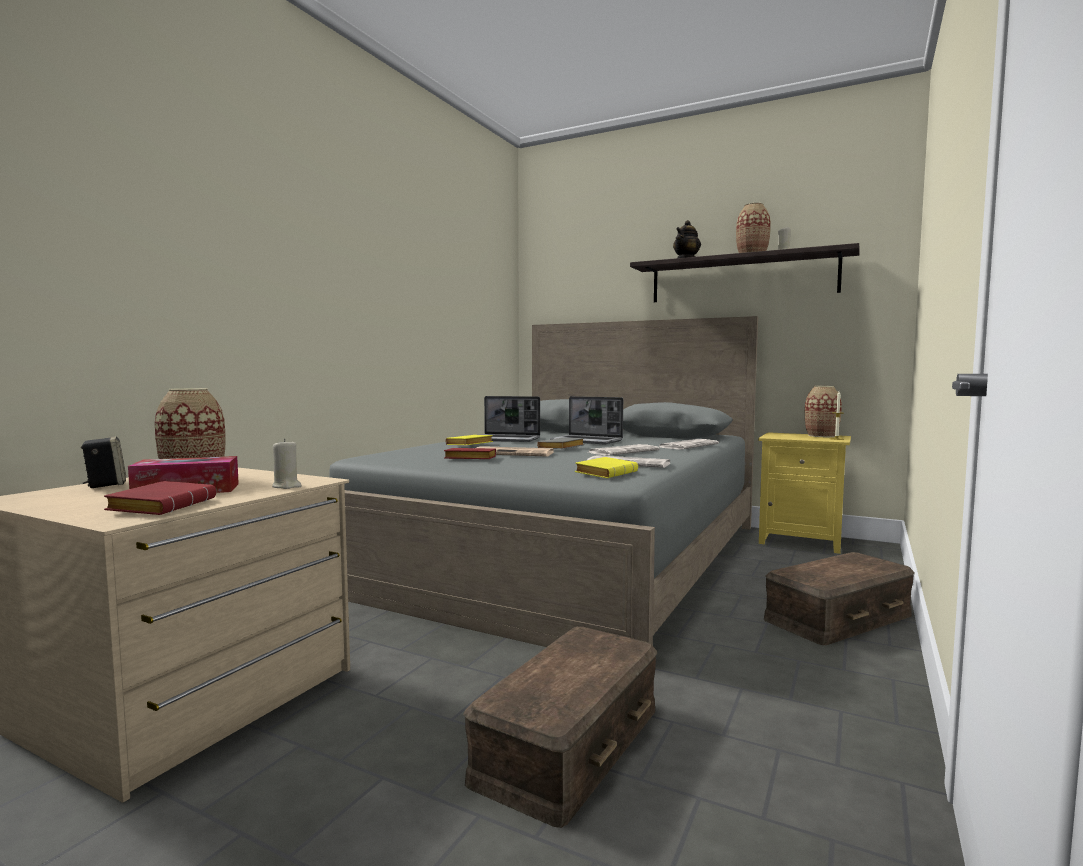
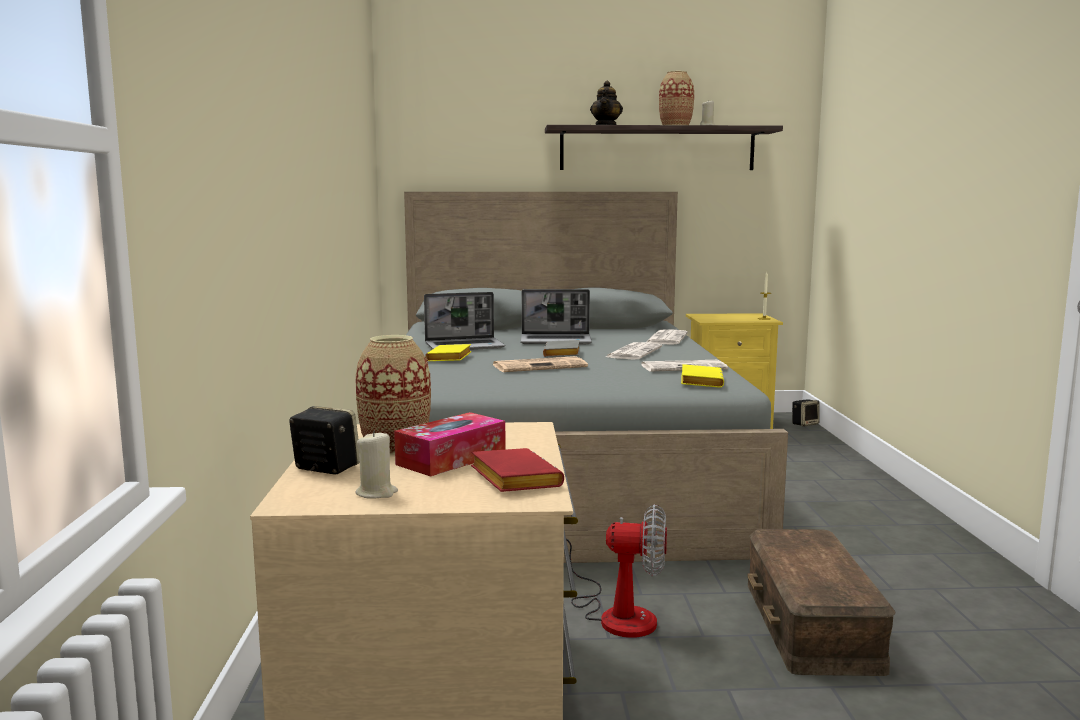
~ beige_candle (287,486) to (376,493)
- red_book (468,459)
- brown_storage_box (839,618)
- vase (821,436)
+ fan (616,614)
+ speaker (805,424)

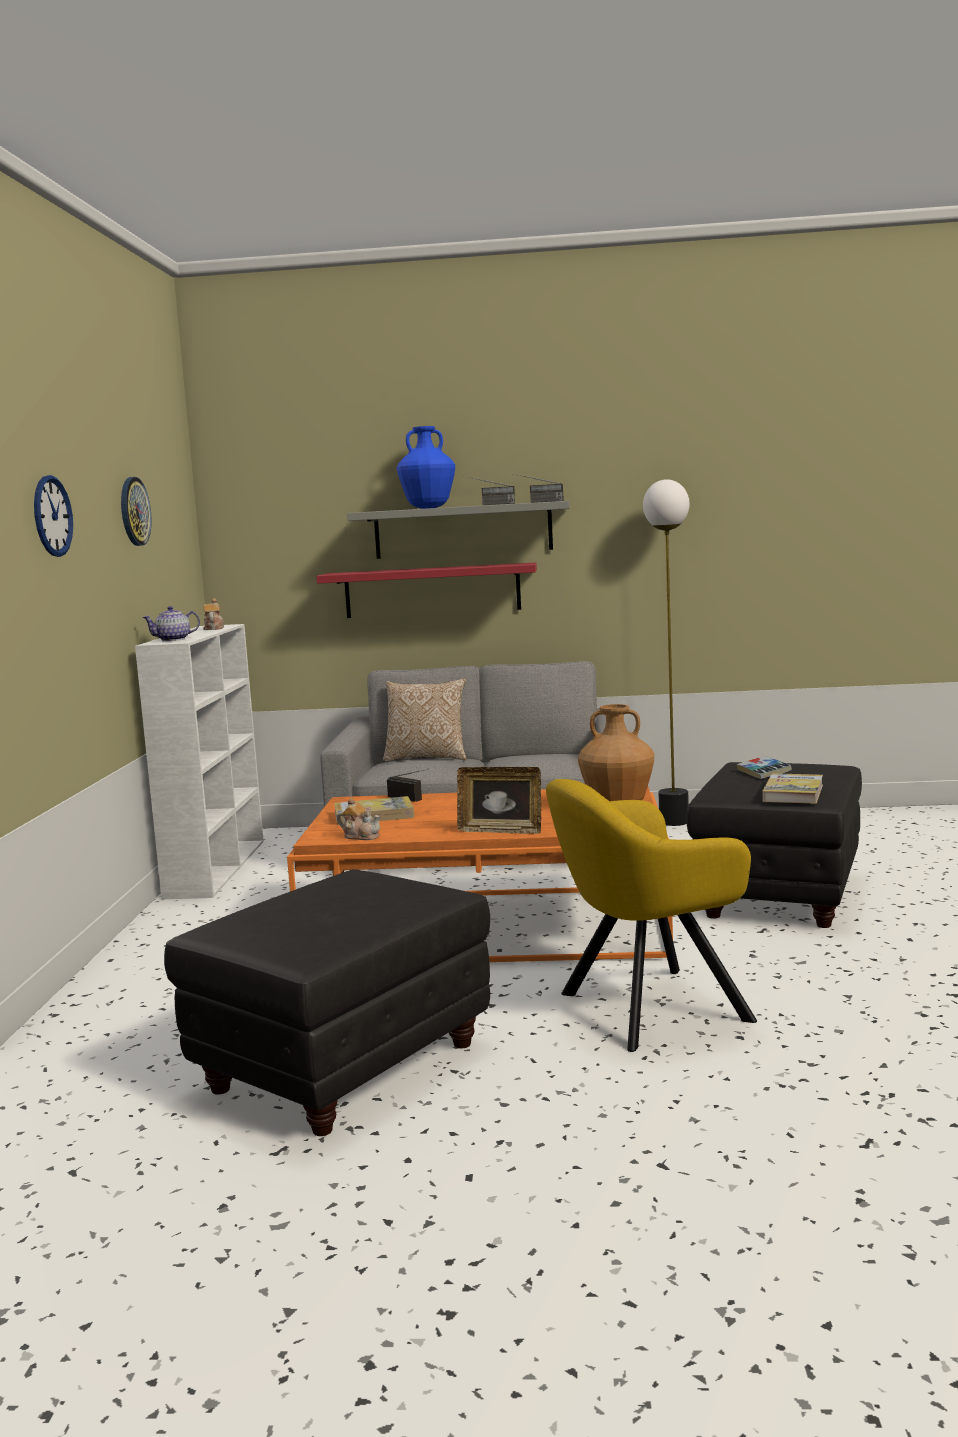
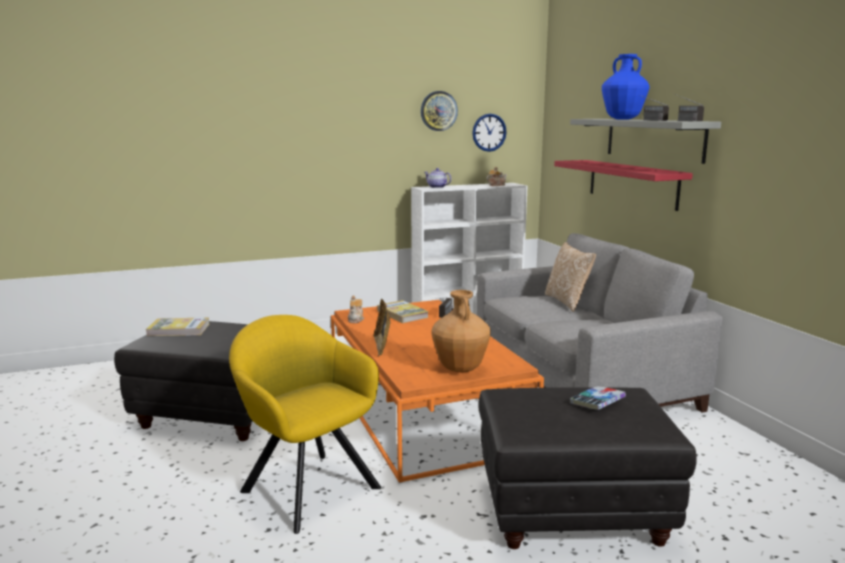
~ wall_clock (52,516) to (489,132)
- floor_lamp (674,821)
~ book (793,793) to (178,330)

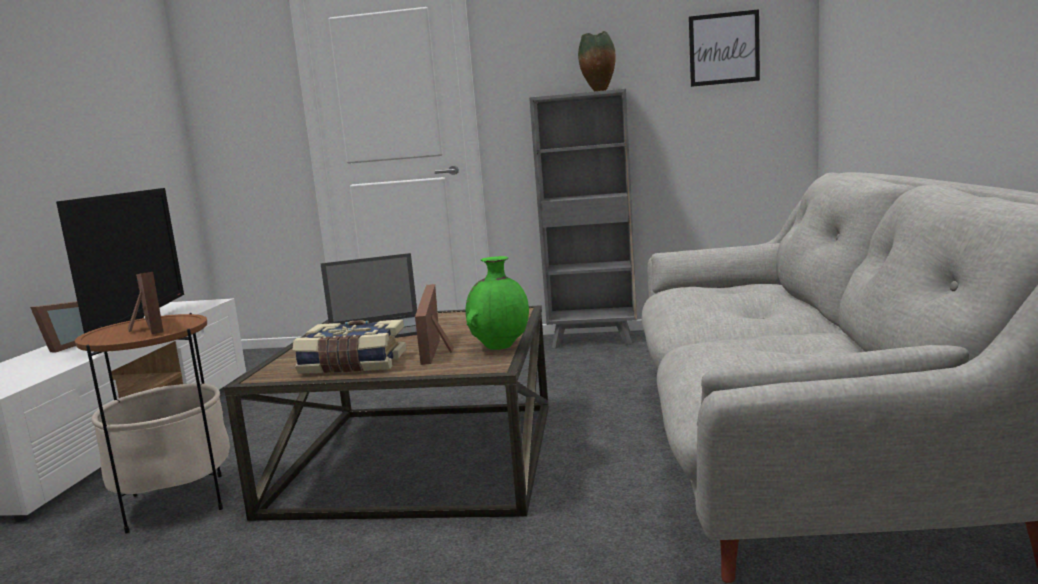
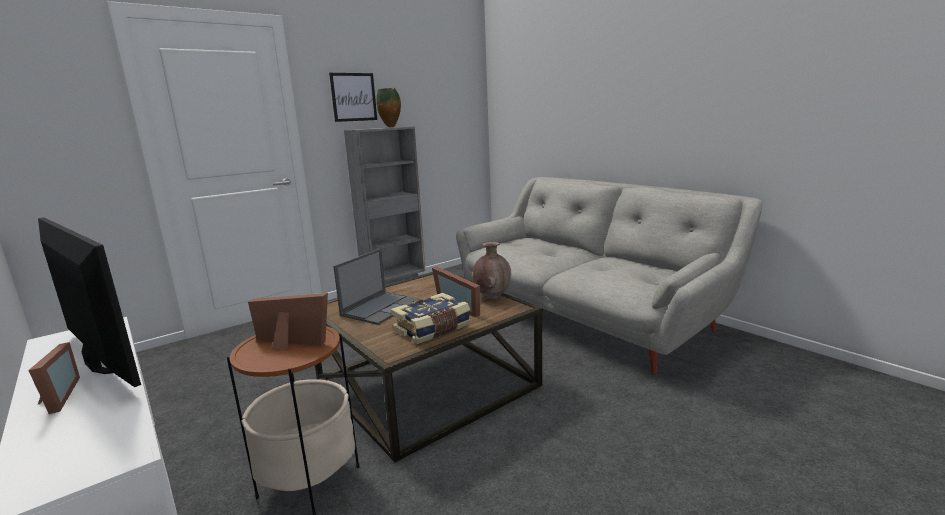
~ green_vase (500,347) to brown_vase (492,296)
~ picture (724,48) to (353,97)

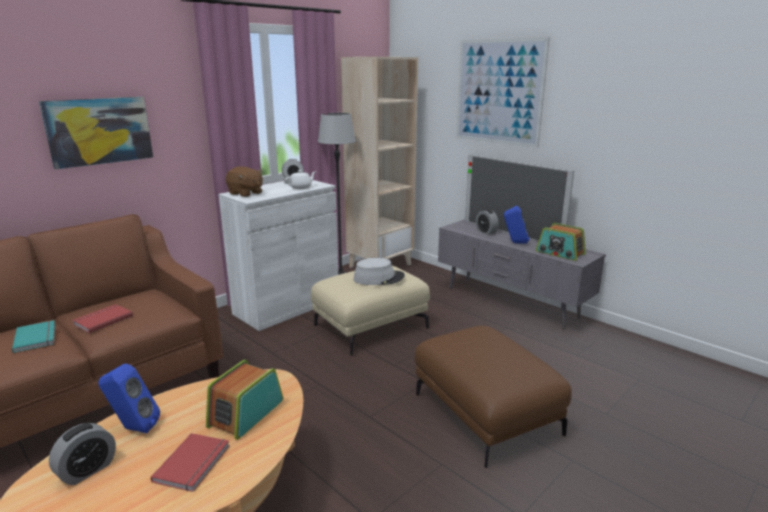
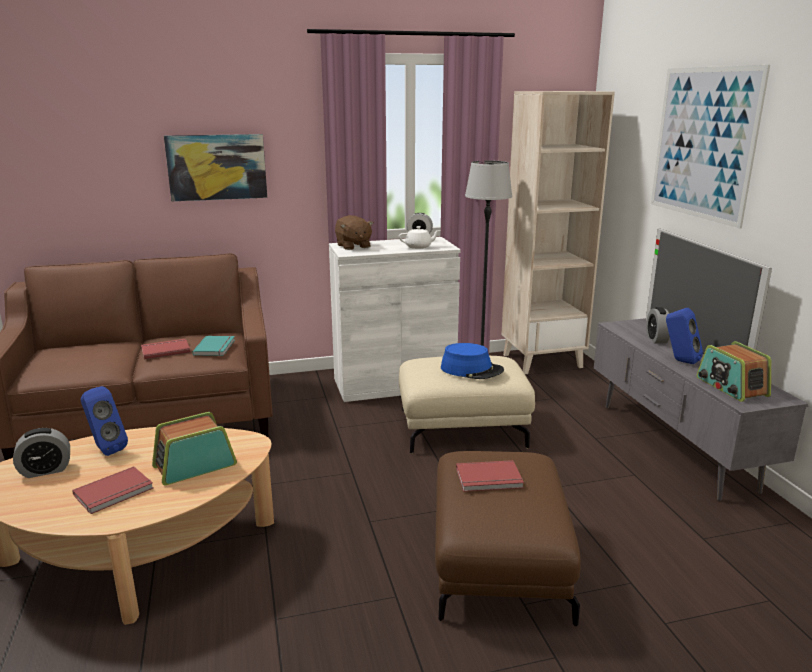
~ turquoise_book (37,337) to (216,347)
~ grey_hat (379,278) to blue_hat (472,369)
+ red_book (489,479)

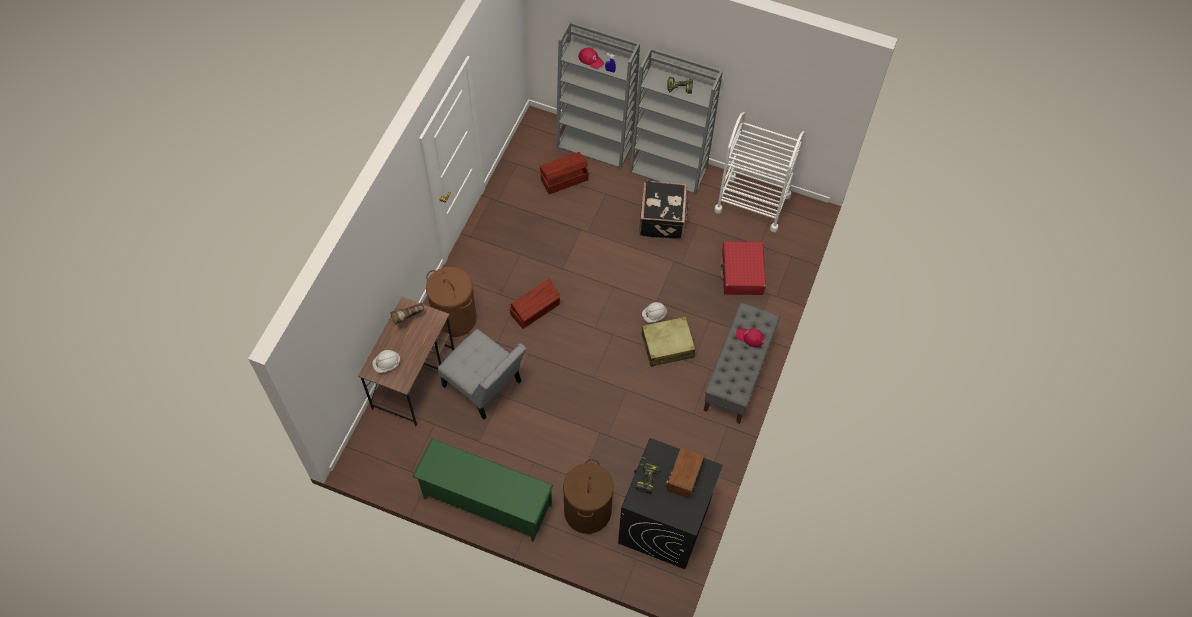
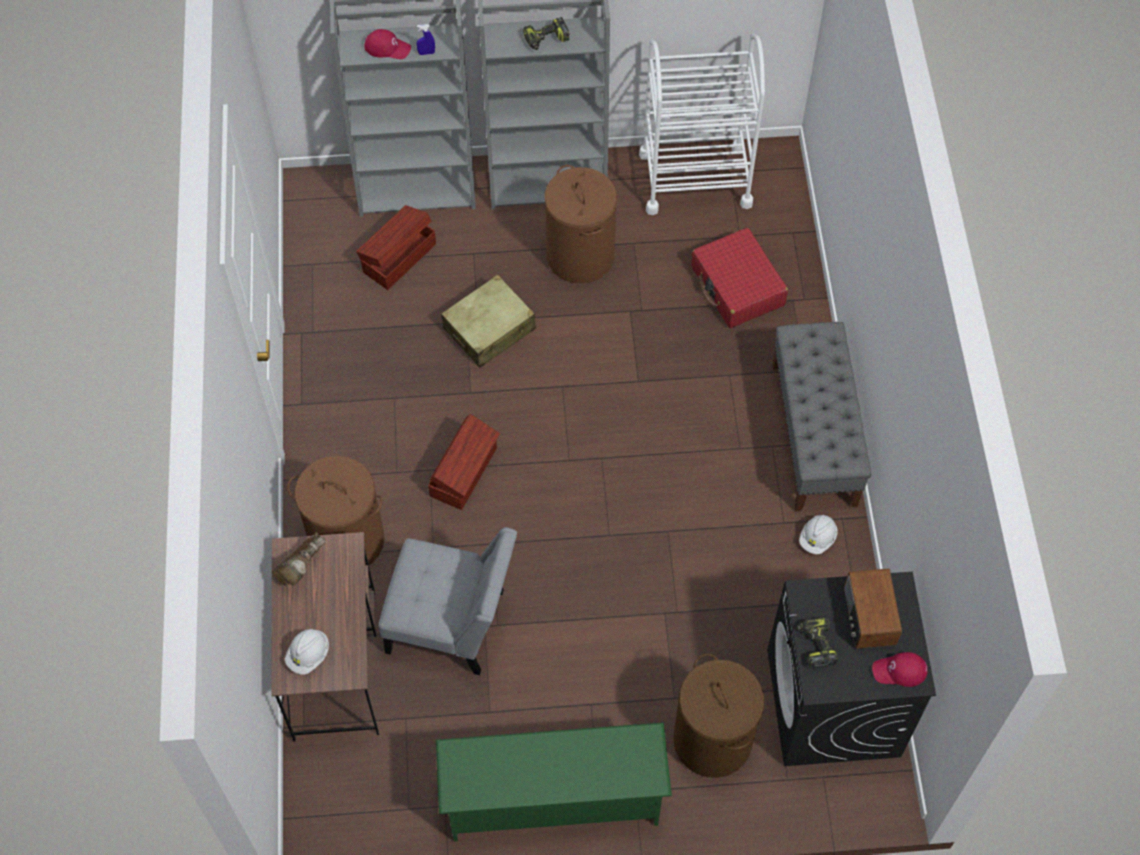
~ black_suitcase (663,219) to brown_laundry_basket (580,256)
~ beige_suitcase (668,346) to (489,329)
~ white_hard_hat (654,315) to (817,538)
~ red_cap (750,337) to (899,671)

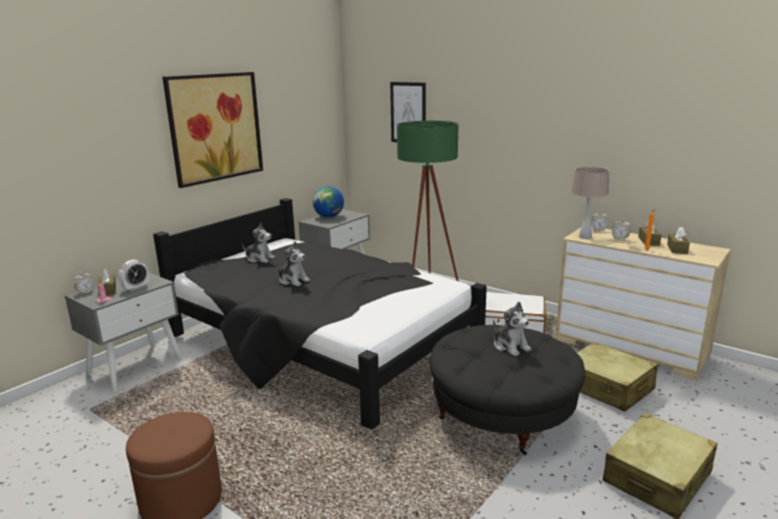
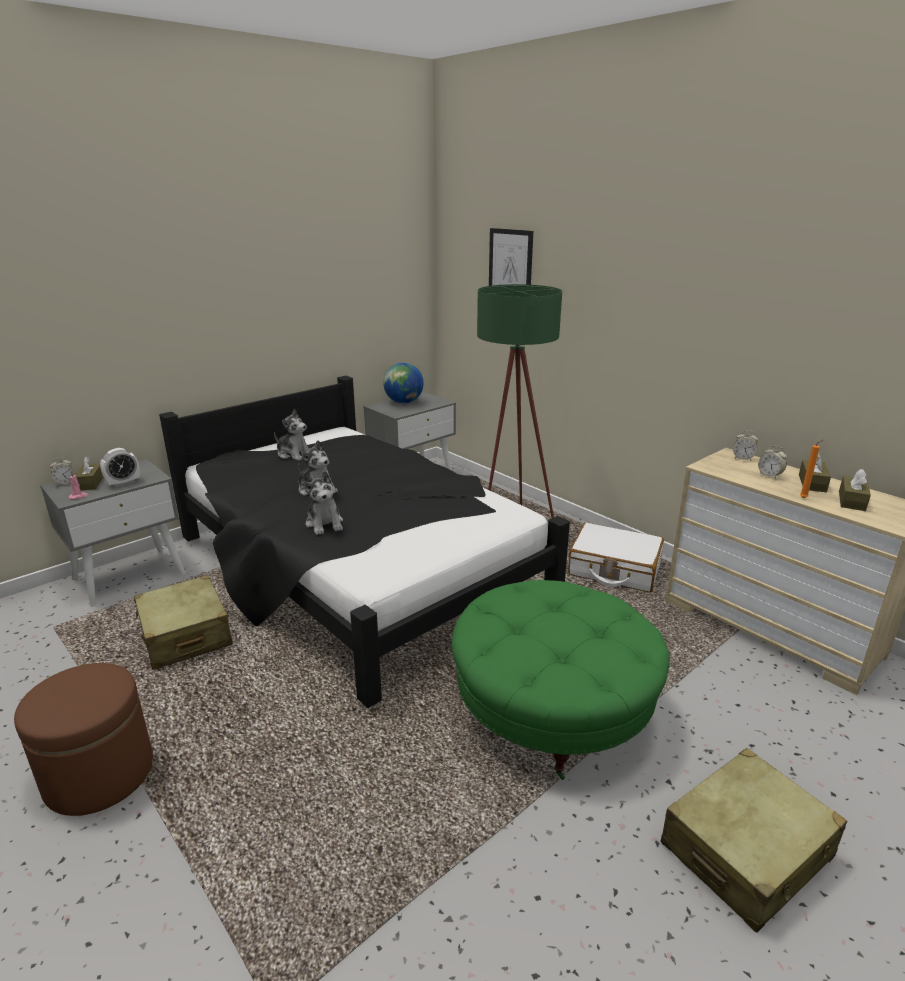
- picture (215,127)
~ black_ottoman (502,414) to green_ottoman (552,709)
~ plush_toy (510,346) to (325,524)
- beige_table_lamp (585,237)
~ beige_suitcase (607,388) to (185,635)

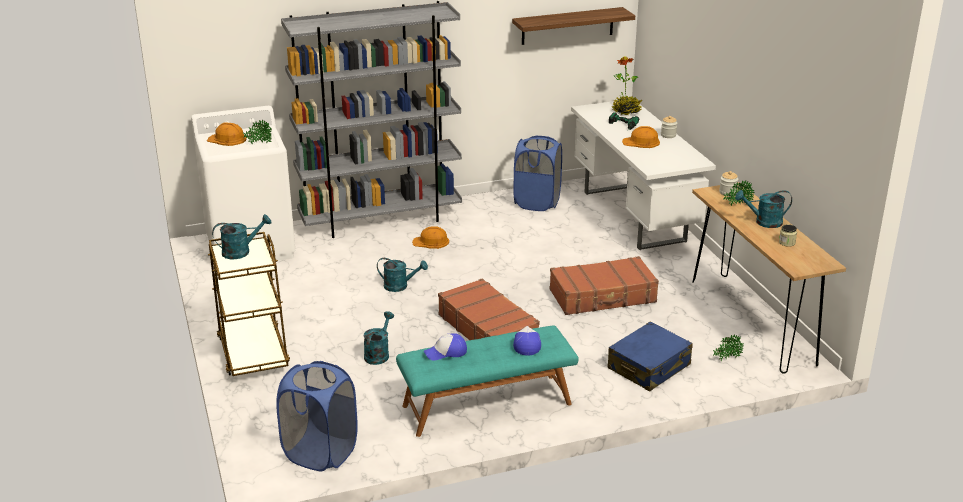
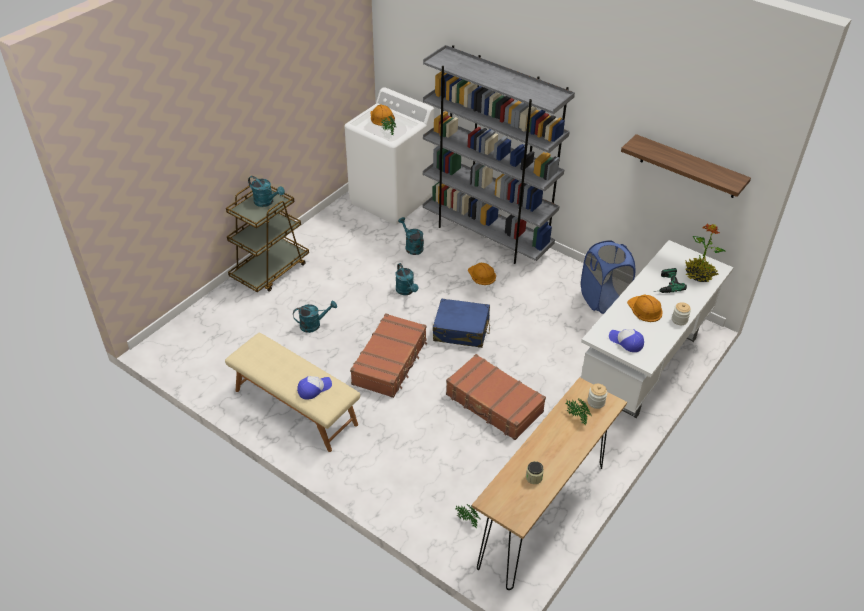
- blue_laundry_basket (320,453)
~ turquoise_bench (487,405) to beige_bench (295,407)
~ cap (446,352) to (626,342)
~ blue_suitcase (649,367) to (461,330)
~ turquoise_watering_can (763,222) to (412,246)

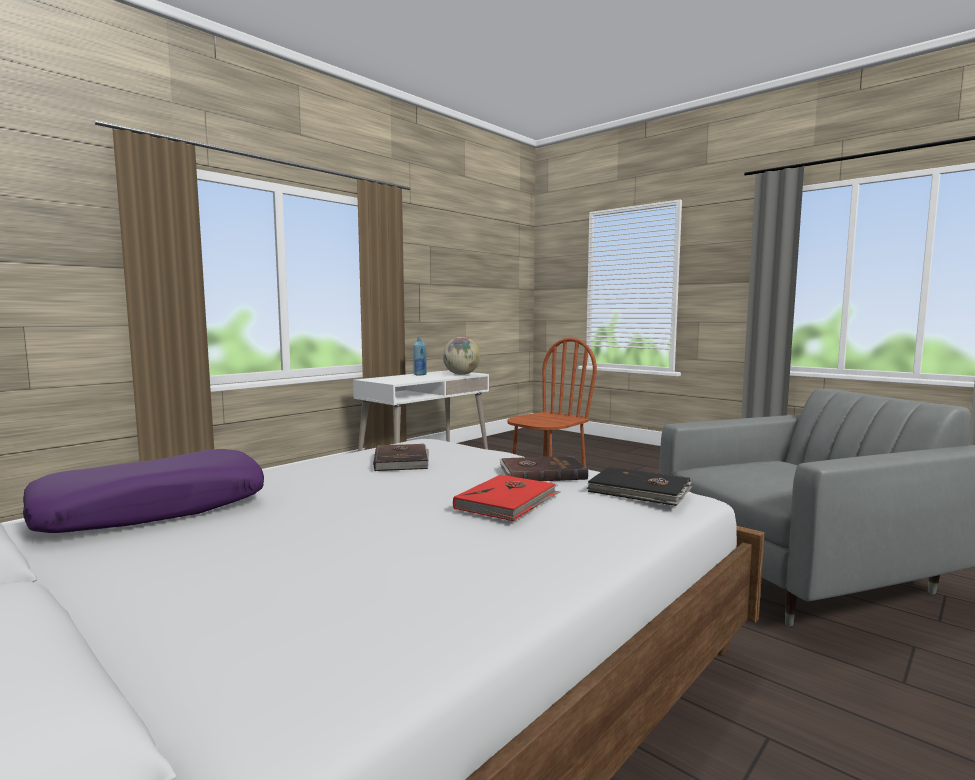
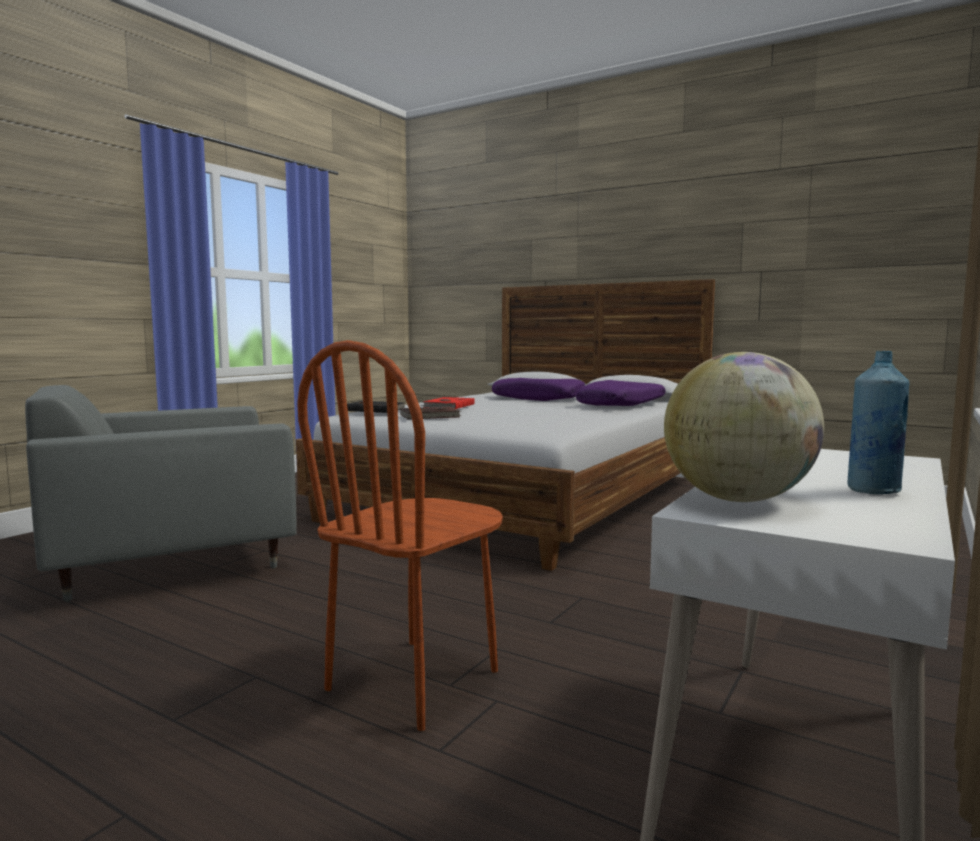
- brown_book (402,460)
+ purple_pillow (538,398)

